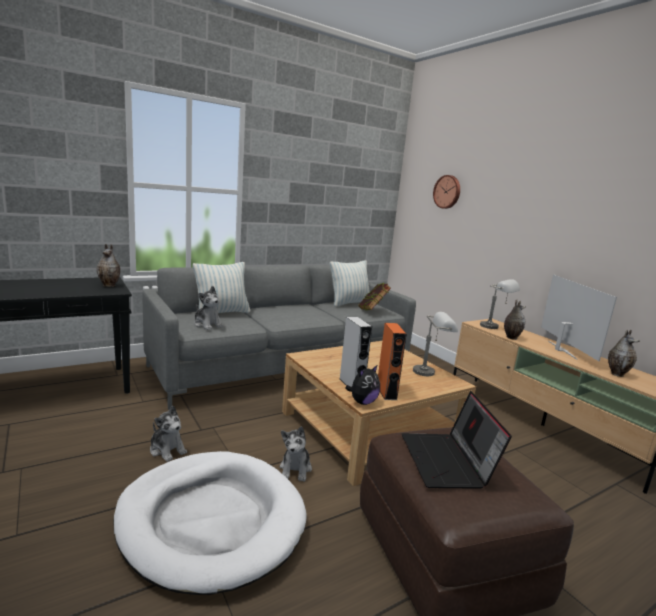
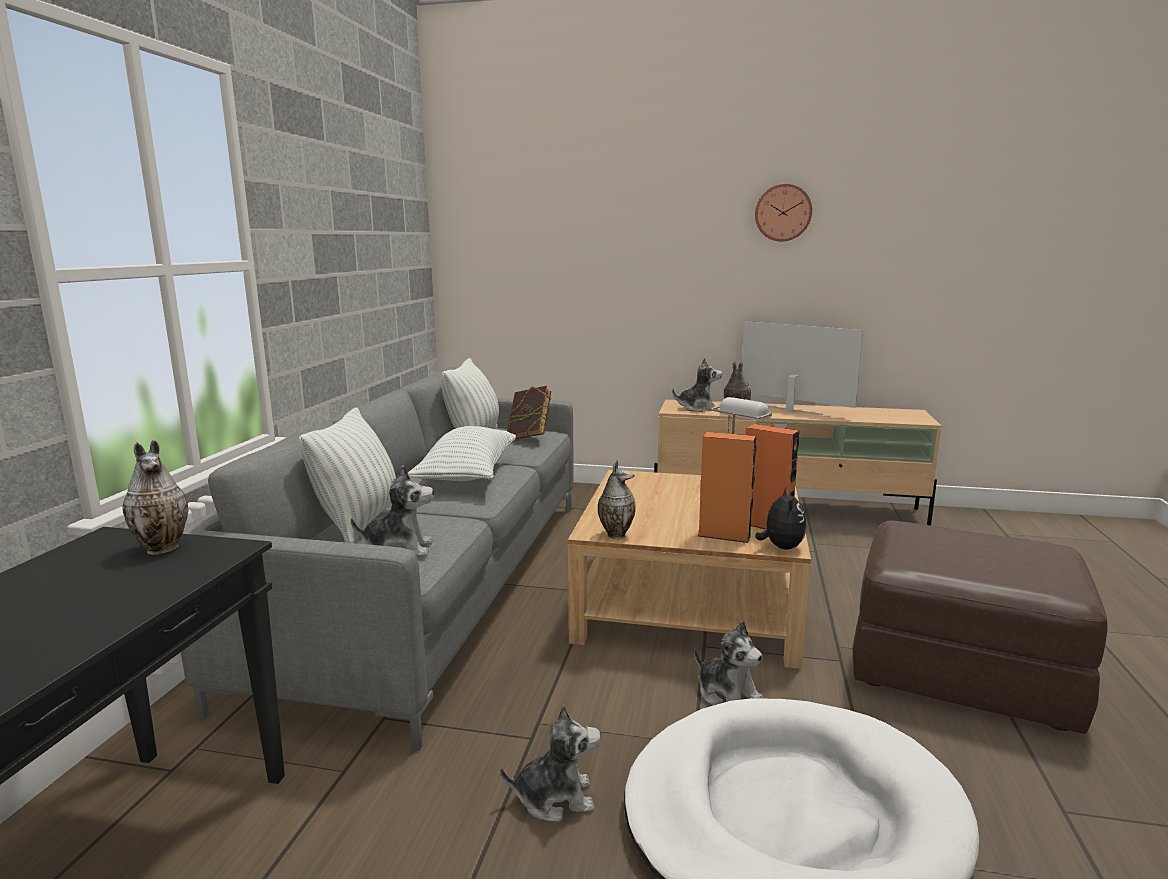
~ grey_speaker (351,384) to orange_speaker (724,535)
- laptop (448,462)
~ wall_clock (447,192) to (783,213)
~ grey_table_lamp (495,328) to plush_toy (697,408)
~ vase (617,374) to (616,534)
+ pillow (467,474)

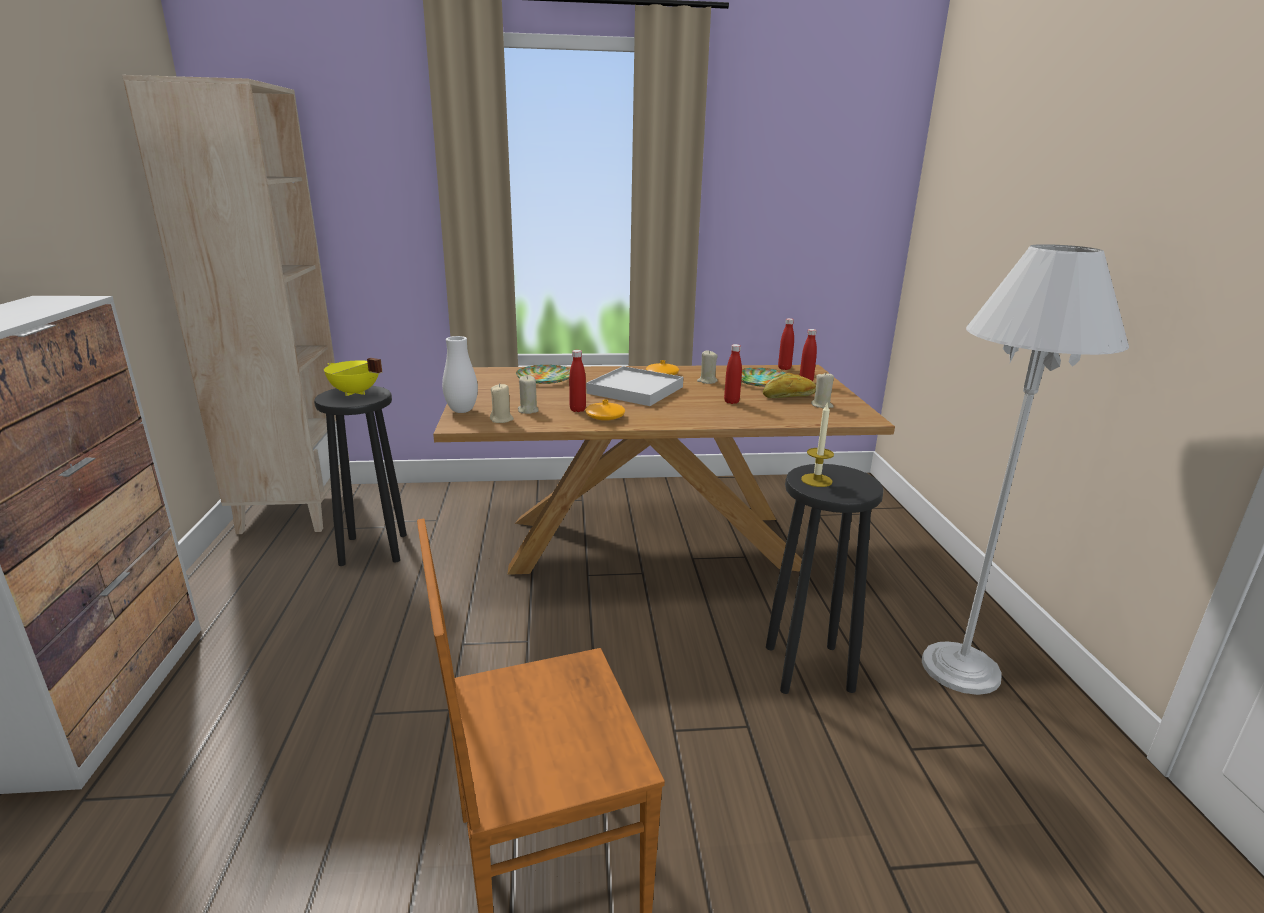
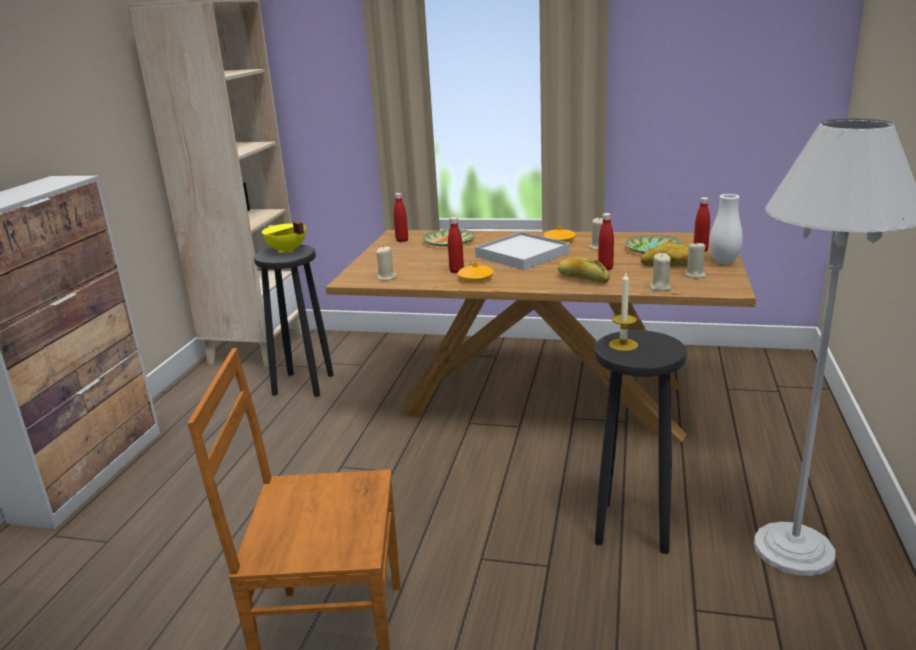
~ white_vase (462,411) to (723,262)
~ beige_candle (528,410) to (659,288)
~ red_bottle (784,368) to (402,240)
+ bread (582,279)

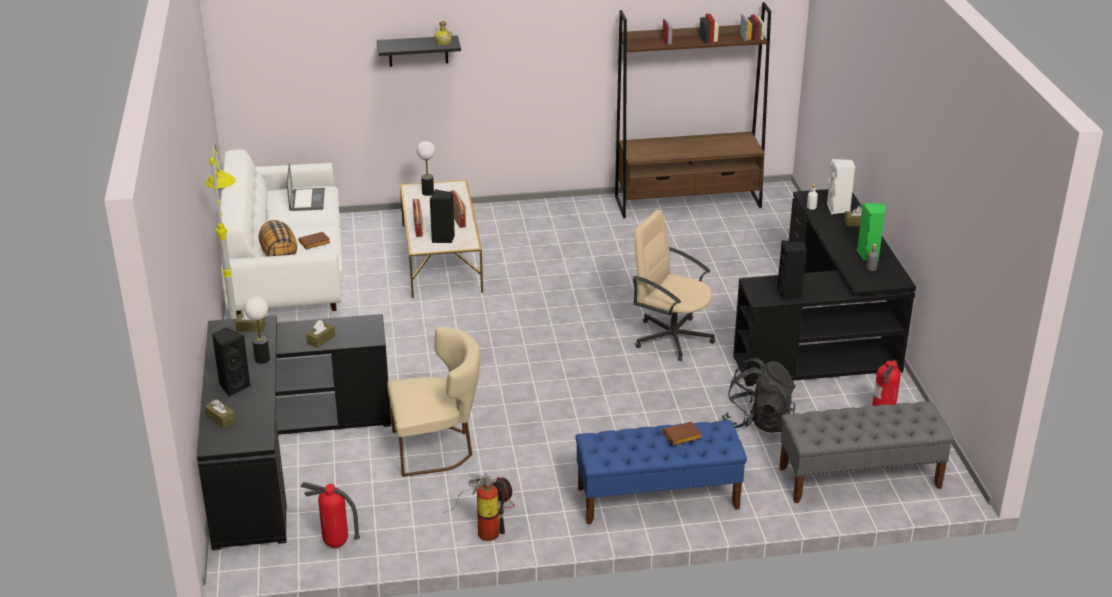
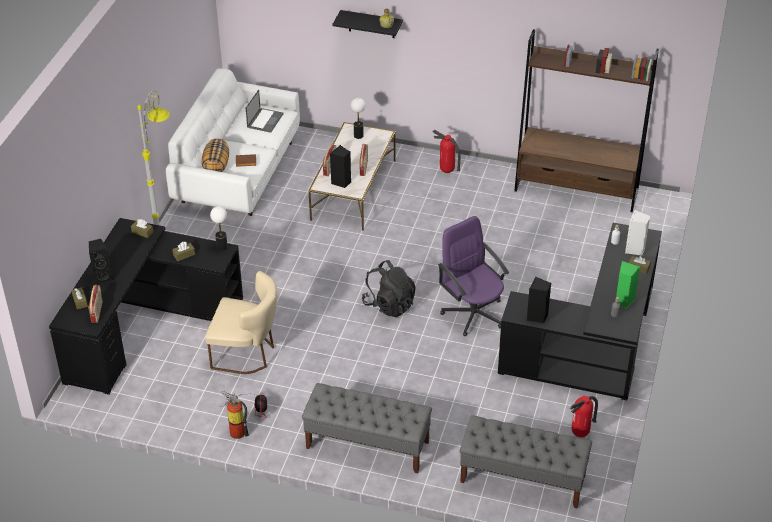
~ table_lamp (262,359) to (222,247)
~ fire_extinguisher (335,545) to (446,171)
~ blue_bench (657,498) to grey_bench (367,445)
~ beige_office_chair (672,337) to purple_office_chair (473,313)
- brown_book (681,437)
~ black_backpack (758,421) to (389,304)
+ radio (97,312)

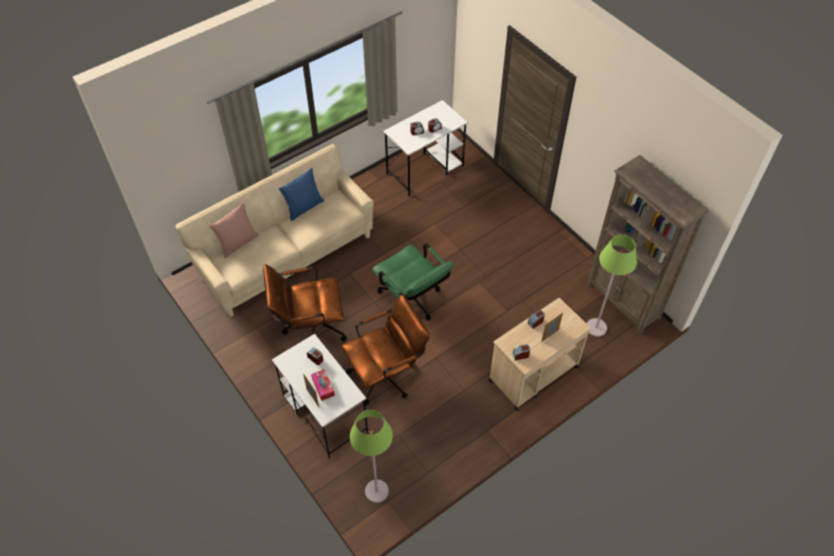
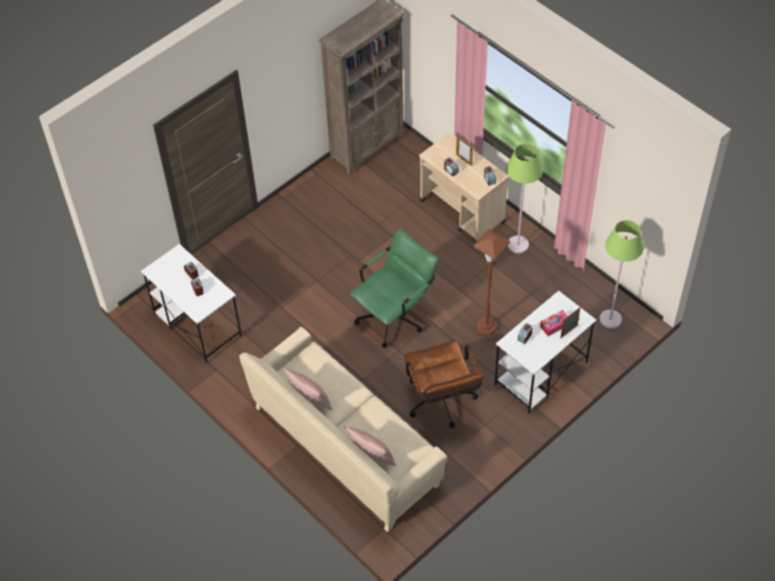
~ blue_pillow (304,207) to pink_pillow (310,400)
~ brown_office_chair (387,375) to brown_floor_lamp (486,327)
~ green_floor_lamp (596,327) to (517,245)

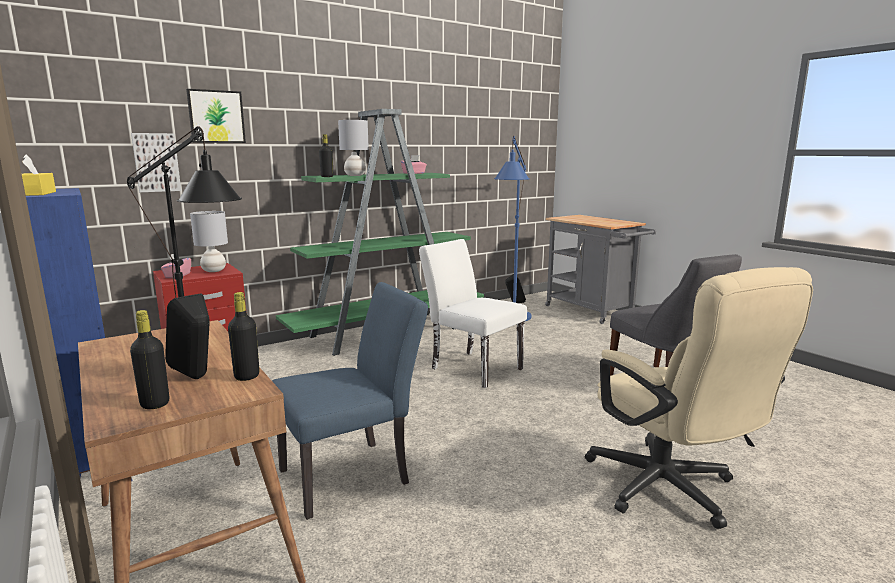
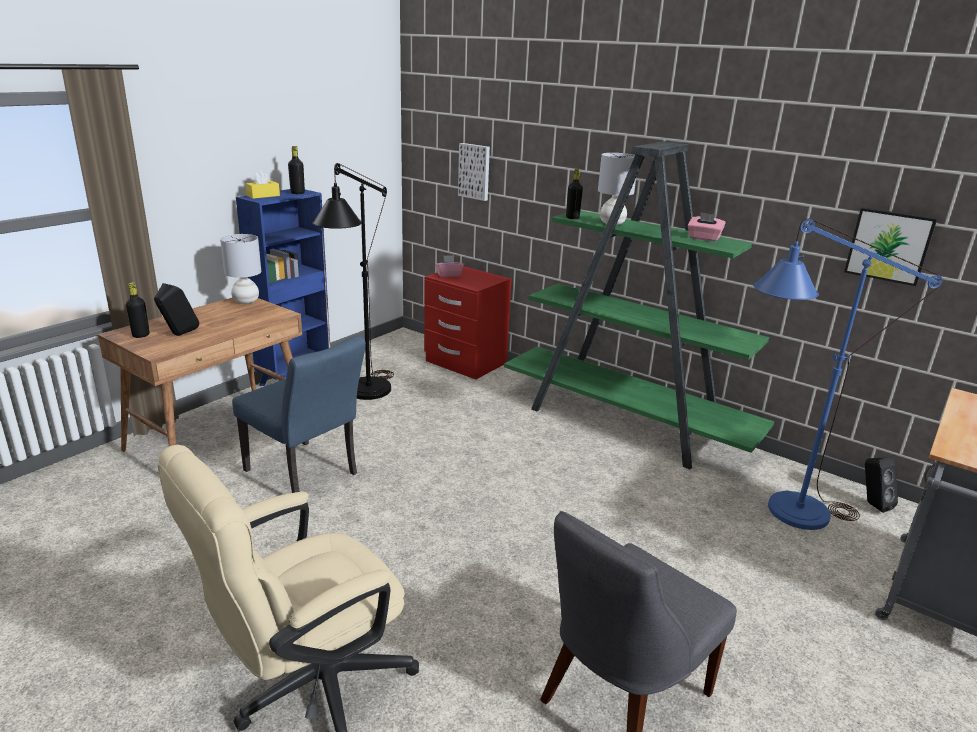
~ picture (216,117) to (889,245)
~ grey_table_lamp (214,271) to (246,301)
~ black_bottle (247,376) to (297,193)
- white_chair (471,367)

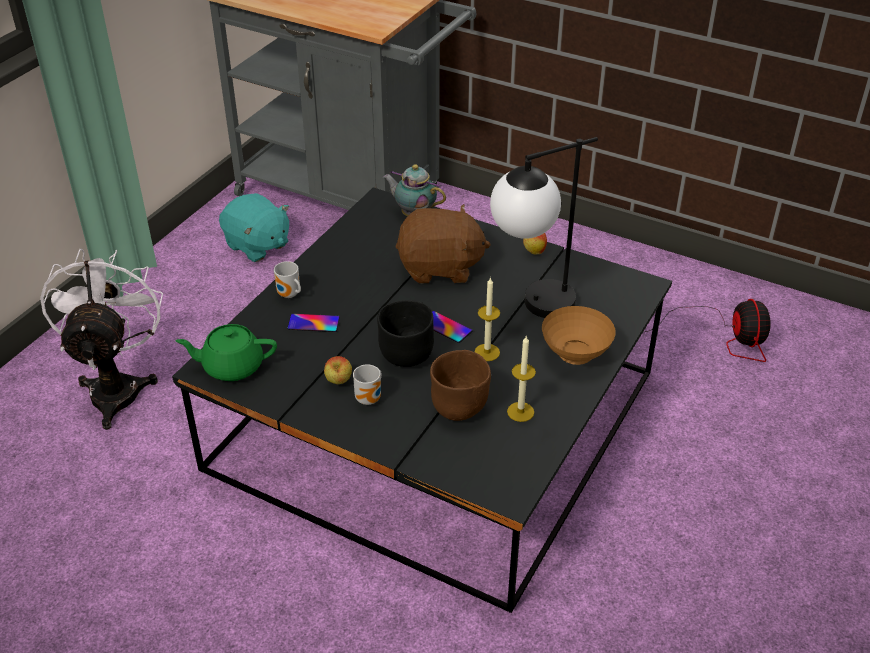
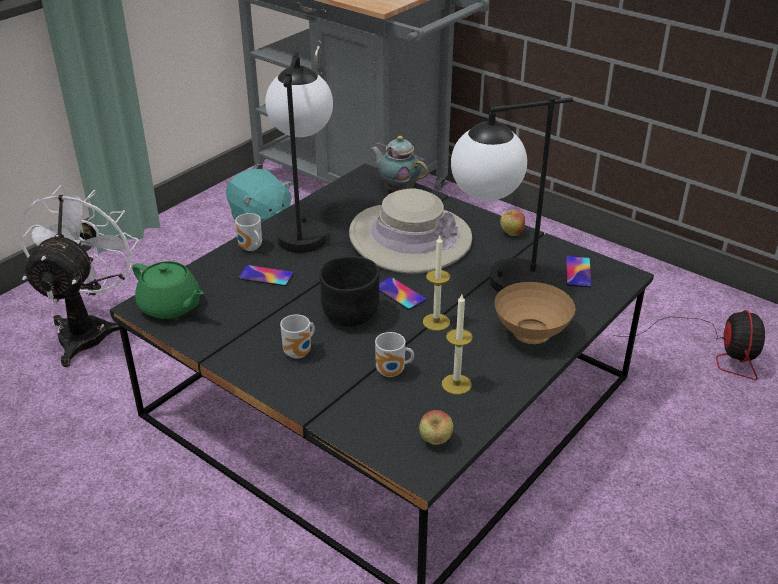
~ green_teapot (232,366) = (170,307) 150 degrees counterclockwise
~ apple (339,382) to (435,441)
~ brown_plush_toy (440,268) to beige_hat (410,239)
~ brown_bowl (460,408) to mug (392,373)
+ table_lamp (304,227)
+ phone (578,272)

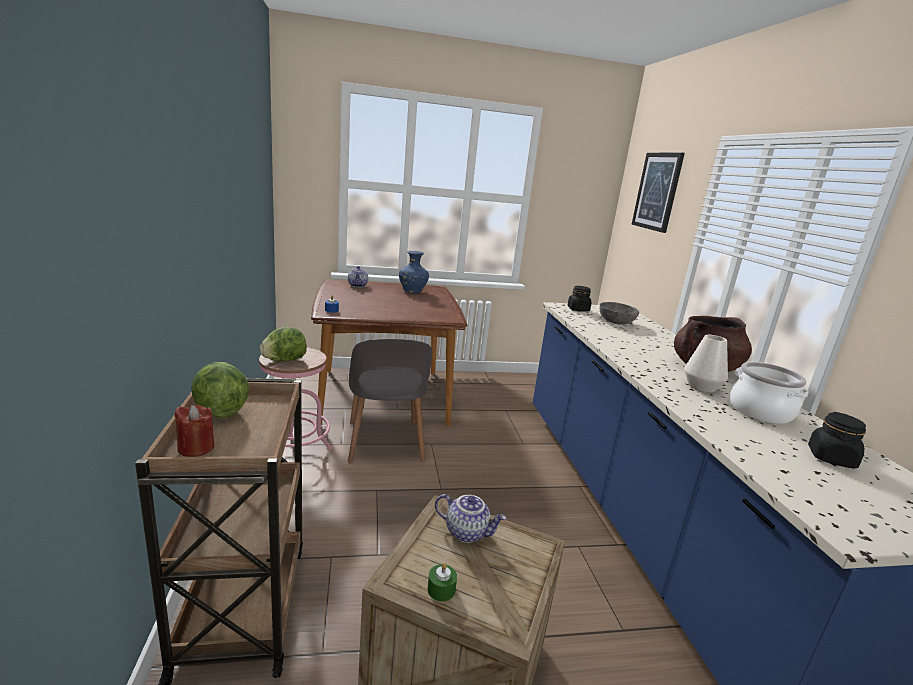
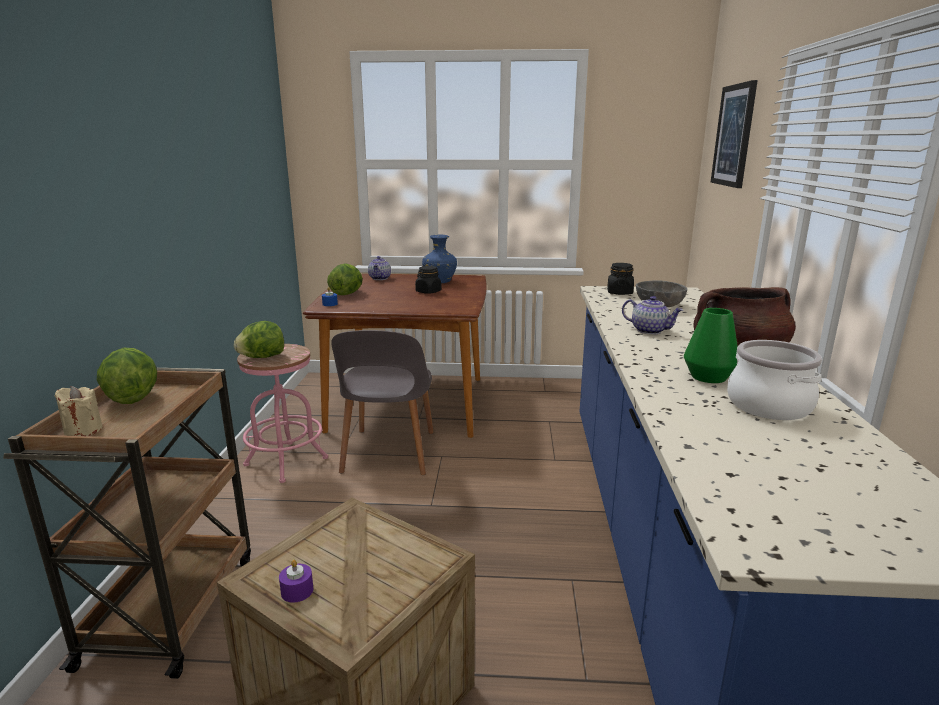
~ red_candle (196,448) to beige_candle (83,430)
~ green_candle (441,589) to purple_candle (297,591)
~ teapot (467,532) to (650,330)
~ white_vase (701,387) to green_vase (708,377)
~ black_jar (831,458) to (428,292)
+ lettuce (347,294)

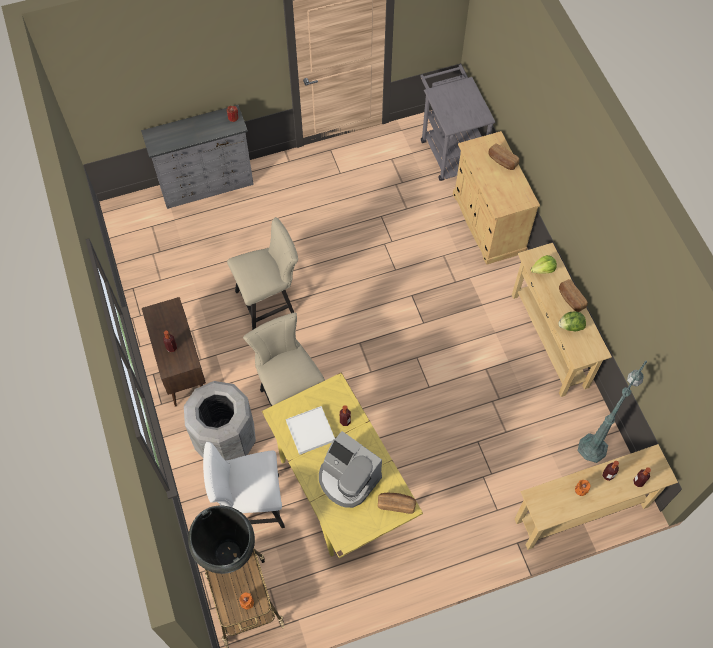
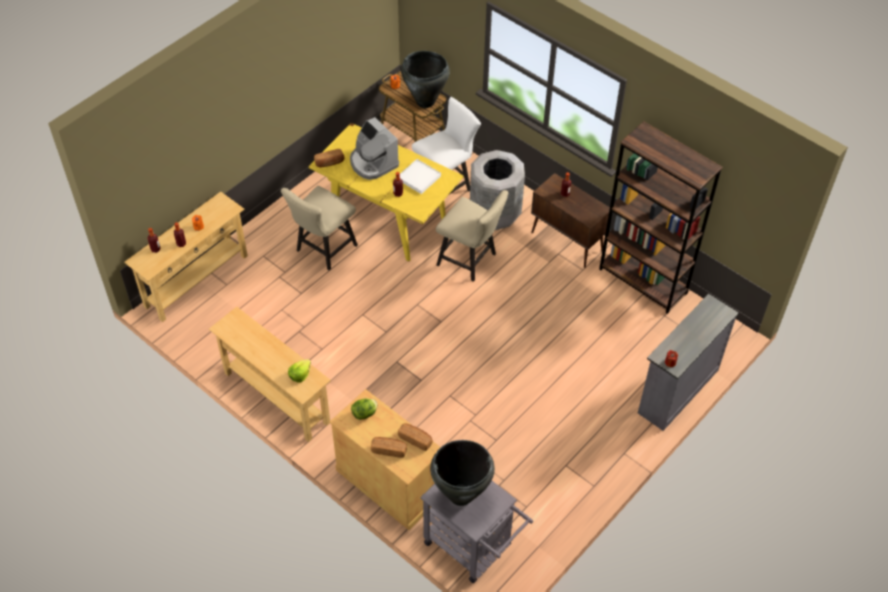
~ beige_chair (269,301) to (323,250)
~ coffee_machine (348,478) = (373,163) 135 degrees counterclockwise
~ lettuce (570,326) to (365,413)
~ bread (571,299) to (415,439)
- green_floor_lamp (593,447)
+ black_vase (461,495)
+ brown_bookcase (643,281)

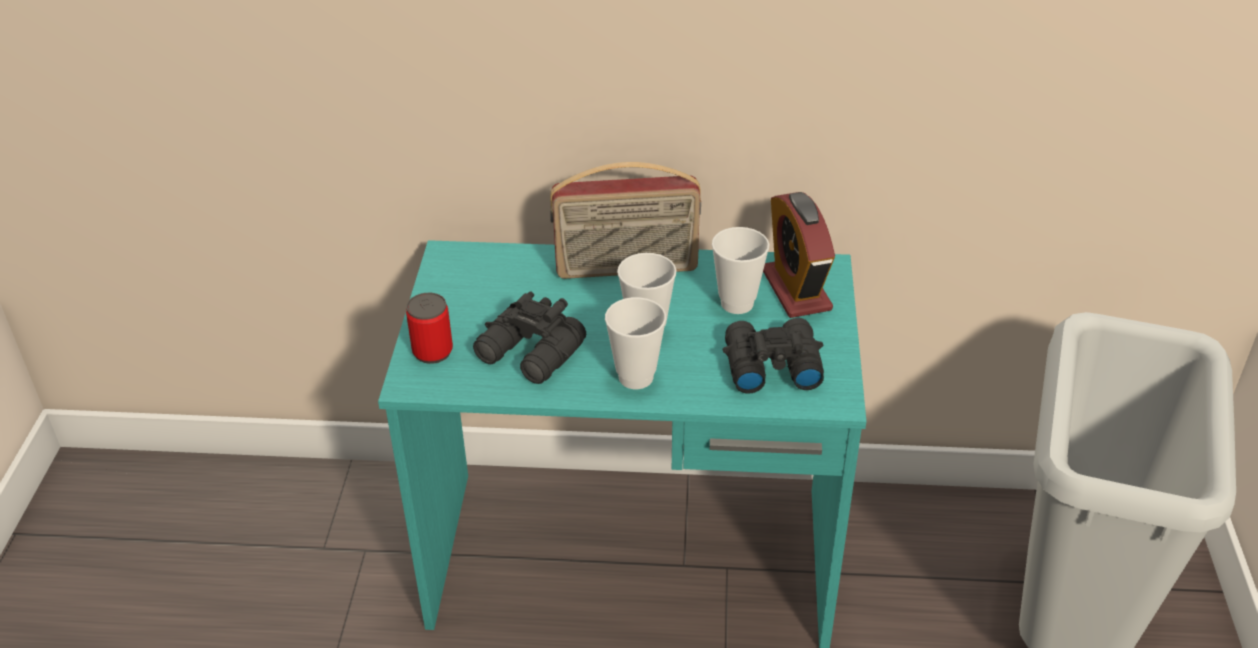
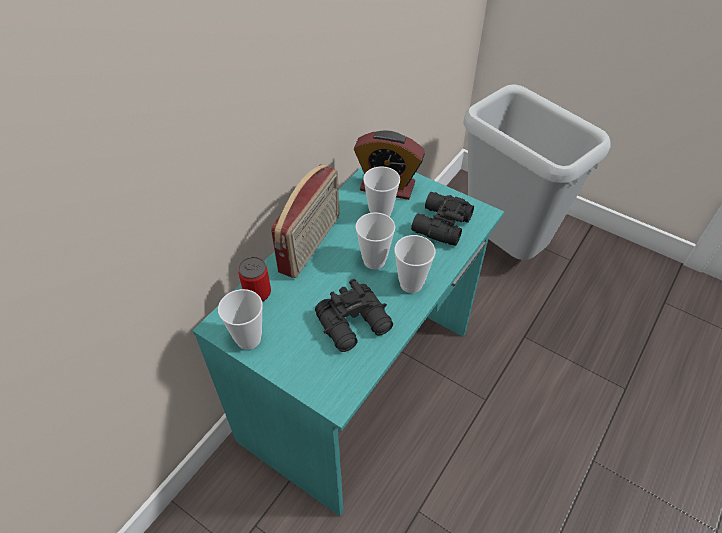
~ can (432,351) to (257,293)
+ cup (248,339)

